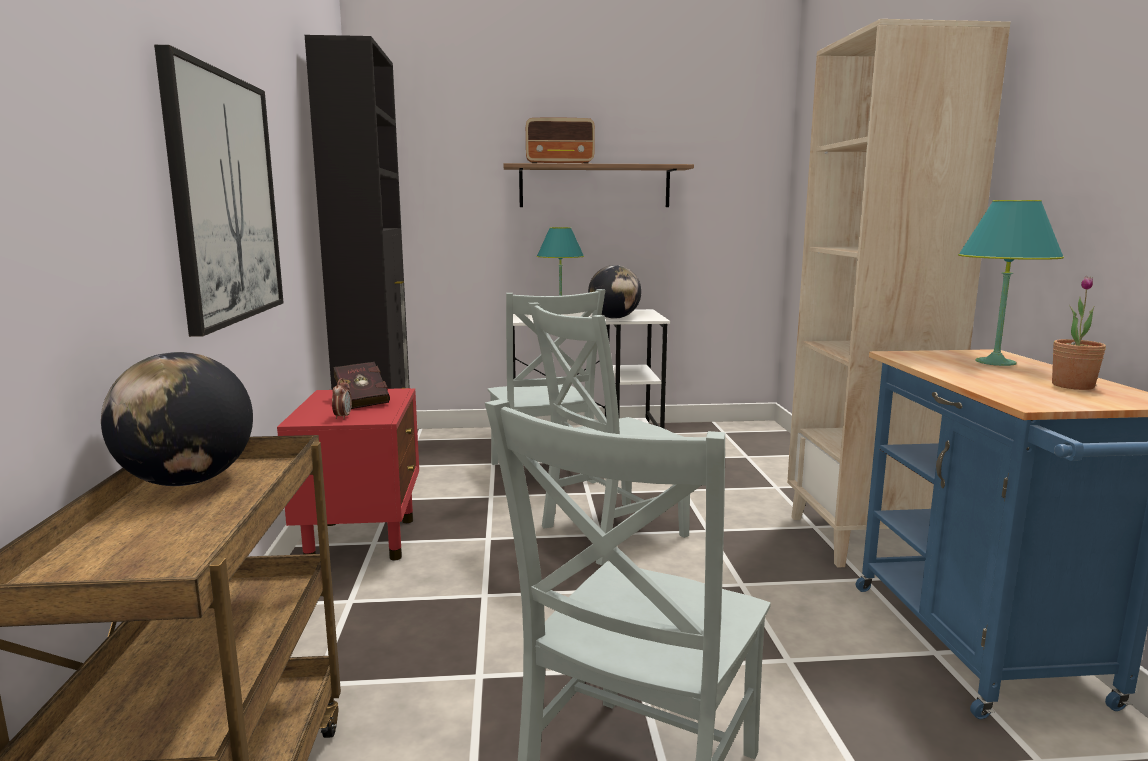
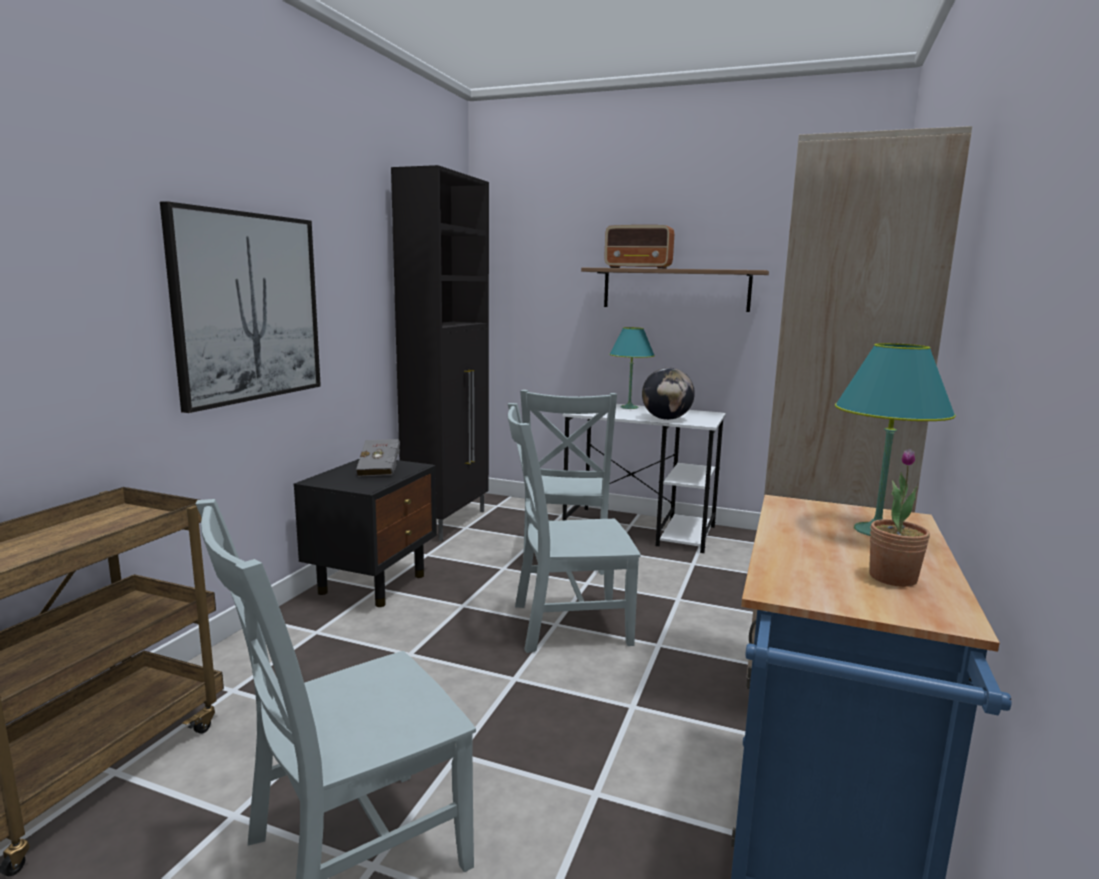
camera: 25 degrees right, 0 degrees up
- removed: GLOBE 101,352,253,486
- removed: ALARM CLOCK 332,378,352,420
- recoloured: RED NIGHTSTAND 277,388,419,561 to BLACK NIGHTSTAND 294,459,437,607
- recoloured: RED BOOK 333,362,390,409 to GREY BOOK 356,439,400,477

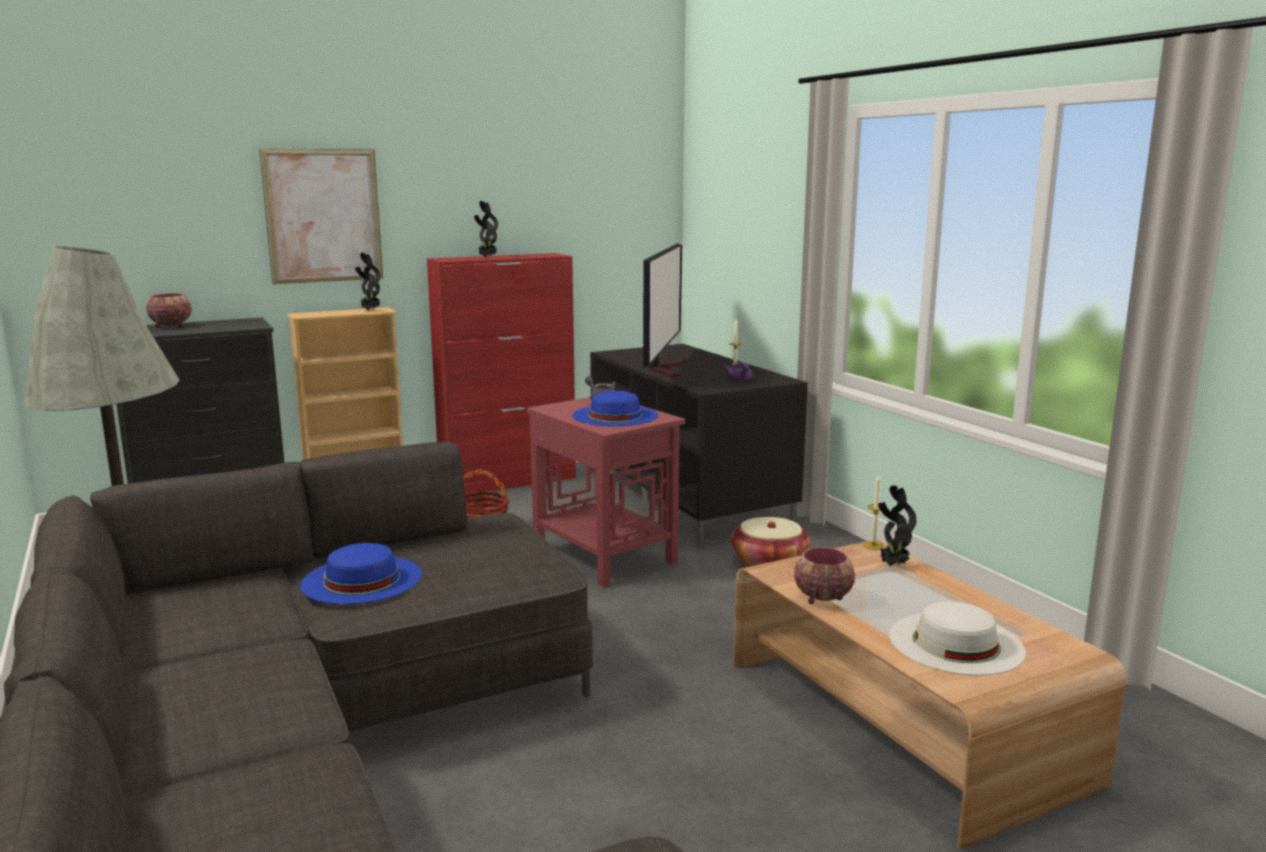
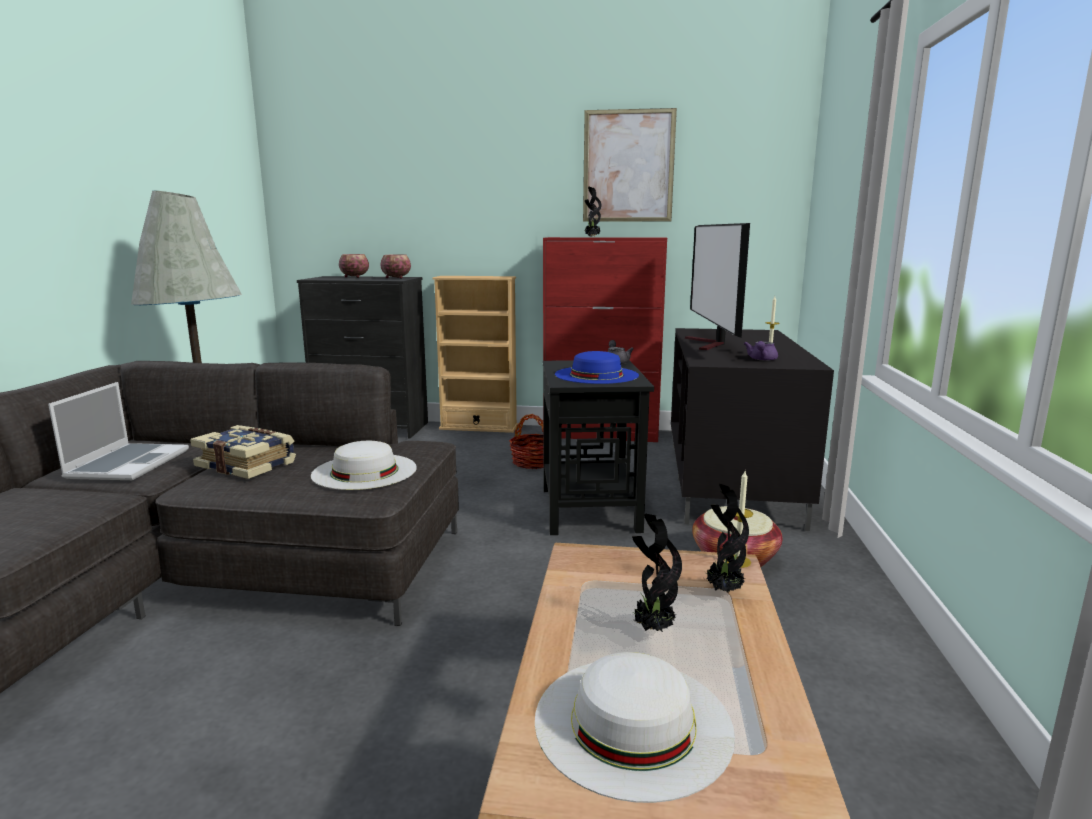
camera: 35 degrees right, 0 degrees up
- added: LAPTOP 48,382,189,480
- added: WHITE HAT 311,441,417,490
- moved: PICTURE 259,148,383,284 to 583,108,677,222
- moved: POTTED PLANT 355,253,381,310 to 632,513,682,632
- moved: BOWL 794,547,855,604 to 380,254,411,279
- replaced: BLUE HAT 300,543,422,604 to BOOK 190,425,296,479
- recoloured: RED SIDE TABLE 527,397,685,587 to BLACK SIDE TABLE 543,360,654,535
- turned: TELEVISION 643,243,688,377 = 685,223,750,350 135 degrees clockwise

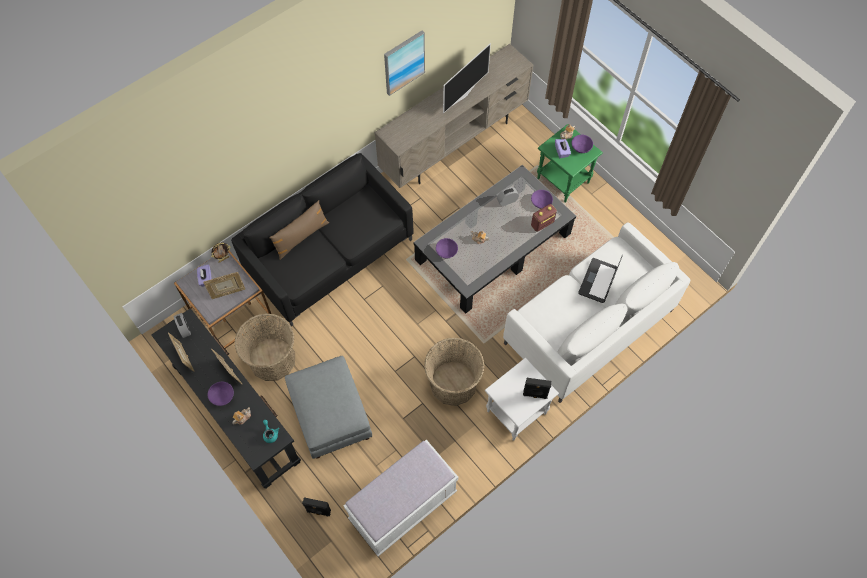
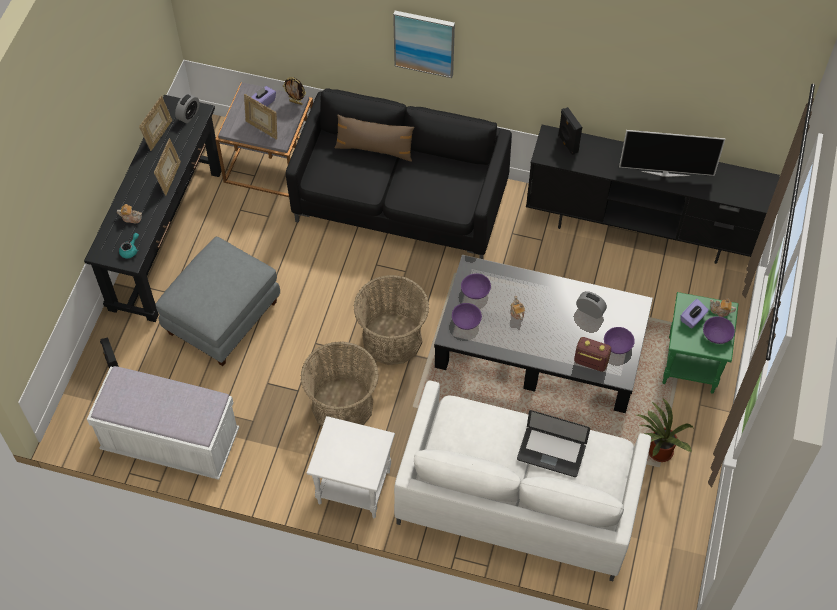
camera: 55 degrees right, 5 degrees down
- added: POTTED PLANT 637,398,694,462
- moved: PURPLE BOWL 207,382,234,406 to 452,303,482,330
- moved: BASKET 235,314,295,381 to 353,275,429,365
- moved: PICTURE 384,31,425,96 to 393,11,455,78
- moved: BLACK SPEAKER 523,378,551,399 to 558,107,582,155
- recoloured: BEIGE TV STAND 375,44,533,188 to BLACK TV STAND 526,125,780,264
- turned: LAPTOP 578,254,623,303 = 517,410,590,477 150 degrees counterclockwise

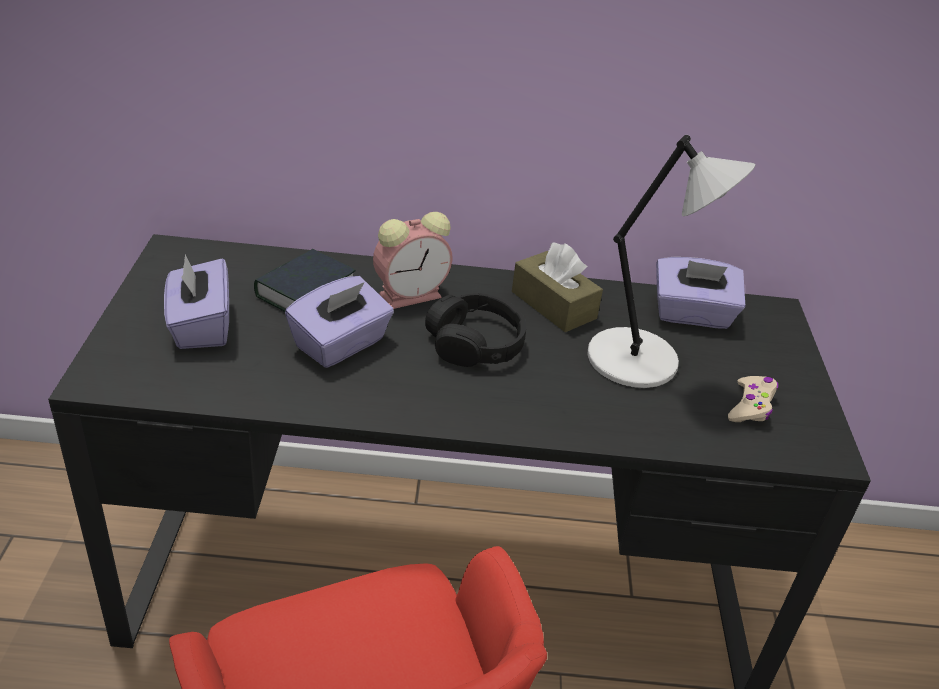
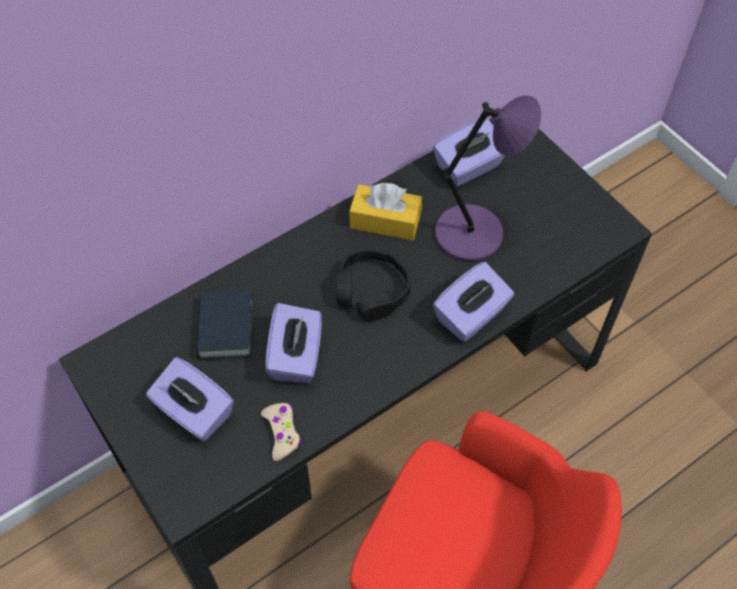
camera: 35 degrees left, 20 degrees up
- removed: ALARM CLOCK 373,212,452,309
- added: PURPLE TISSUE BOX 433,262,514,342
- moved: BEIGE GAME CONTROLLER 728,376,778,422 to 261,403,301,461
- recoloured: BROWN TISSUE BOX 512,243,603,332 to YELLOW TISSUE BOX 349,183,422,240
- recoloured: GREY TABLE LAMP 587,135,756,388 to PURPLE TABLE LAMP 435,95,541,261

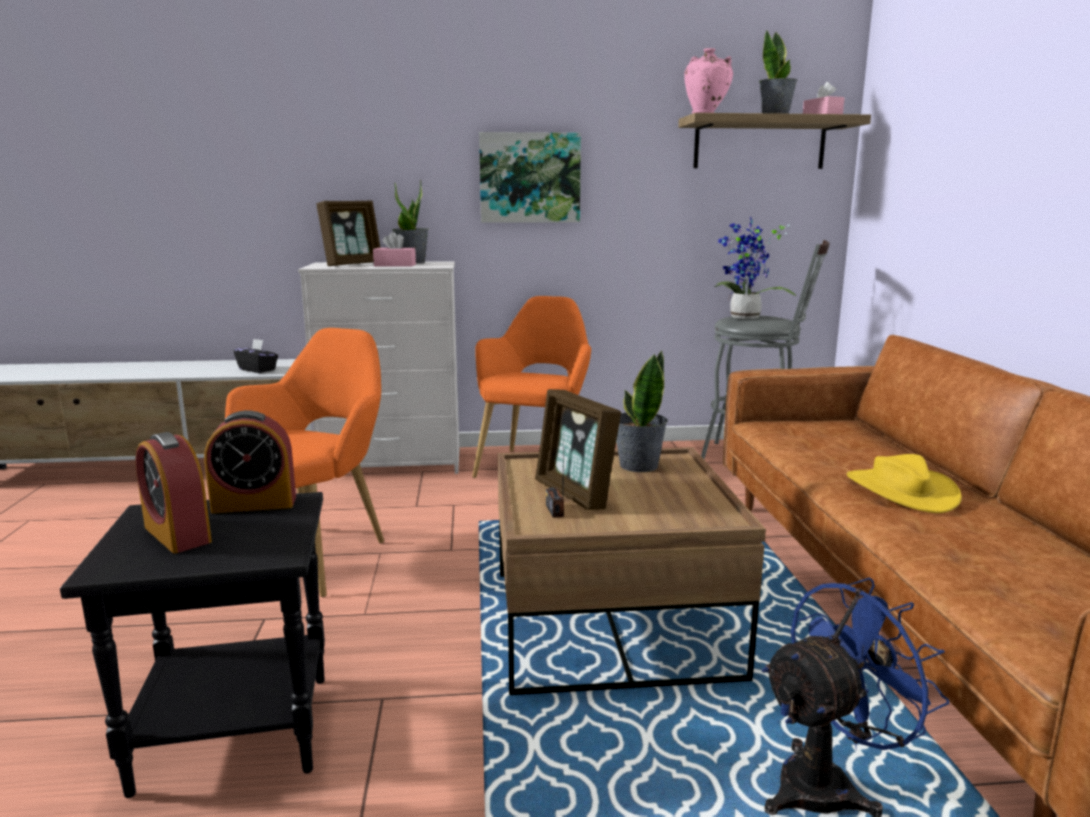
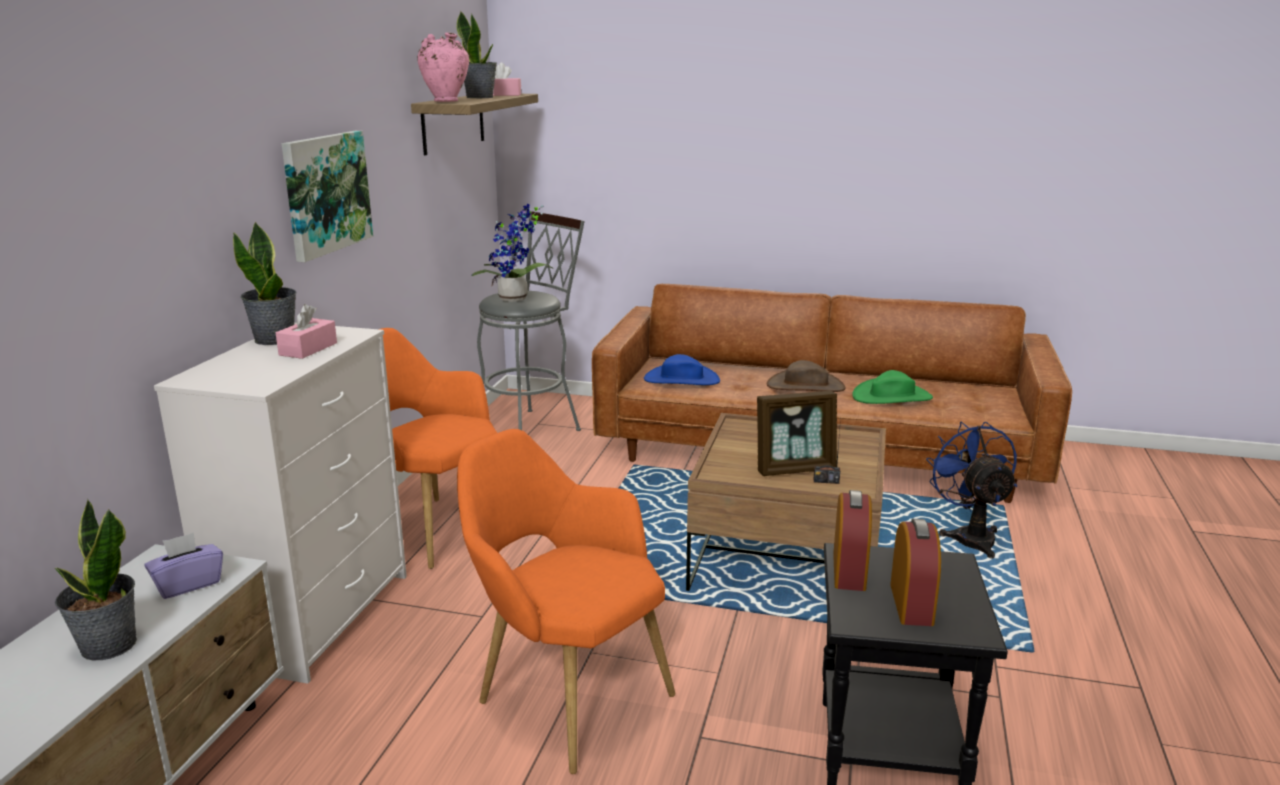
camera: 70 degrees left, 5 degrees up
- removed: PICTURE FRAME 316,201,380,266
- added: BLUE HAT 644,354,720,385
- added: GREEN HAT 852,370,933,404
- moved: POTTED PLANT 616,351,668,472 to 55,499,137,660
- recoloured: BLACK TISSUE BOX 234,339,278,373 to PURPLE TISSUE BOX 144,532,223,599
- recoloured: YELLOW HAT 847,454,962,513 to BROWN HAT 767,360,846,392
- turned: ALARM CLOCK 136,432,212,553 = 890,519,941,626 60 degrees counterclockwise

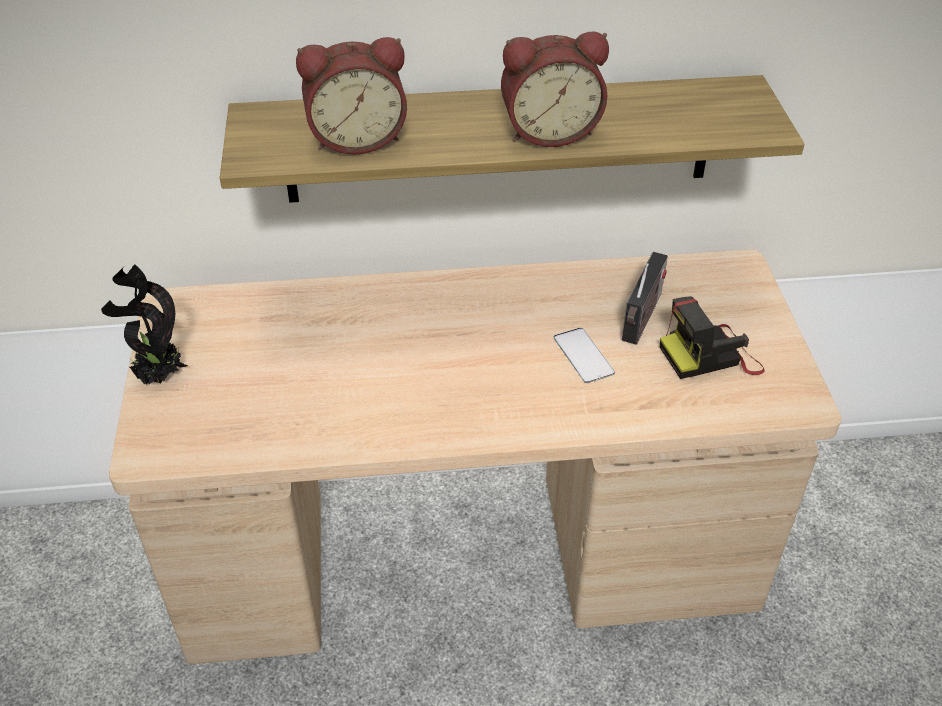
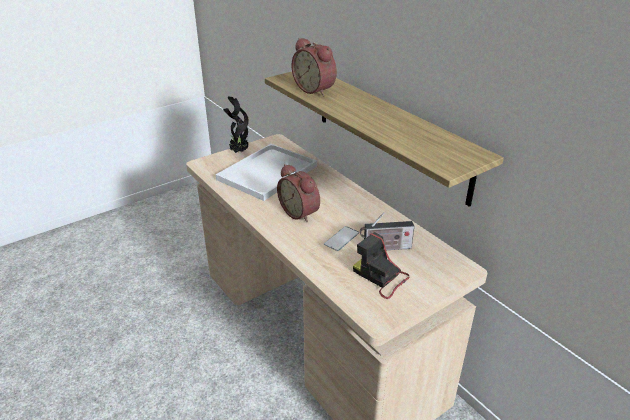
camera: 60 degrees right, 10 degrees down
- added: WHITE TRAY 216,144,317,201
- moved: ALARM CLOCK 501,31,609,147 to 277,164,320,223

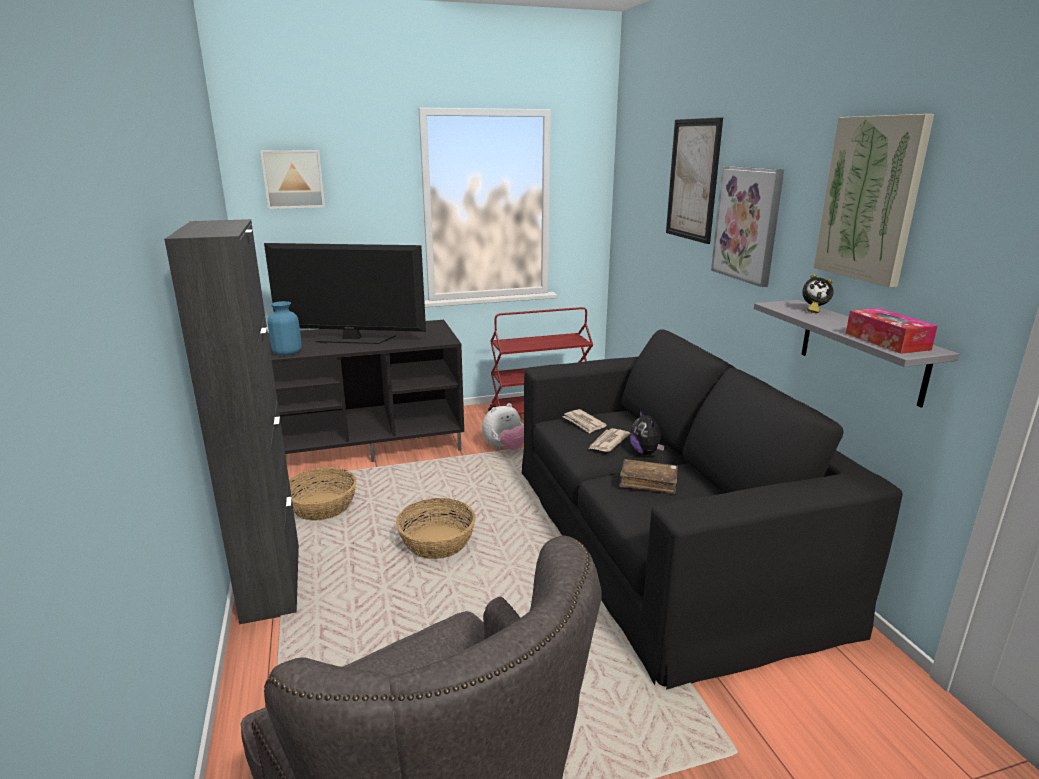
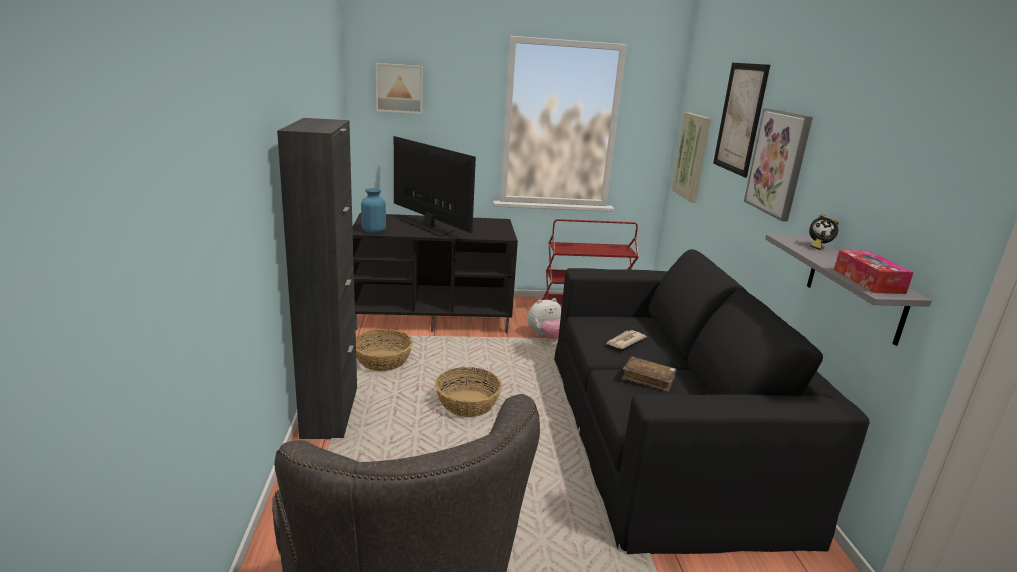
camera: 10 degrees right, 0 degrees up
- removed: NEWSPAPER 562,409,607,433
- removed: PLUSH TOY 630,410,664,455
- moved: PICTURE 814,114,934,288 to 672,112,711,203
- turned: TELEVISION 264,243,426,344 = 394,136,476,237 150 degrees counterclockwise

